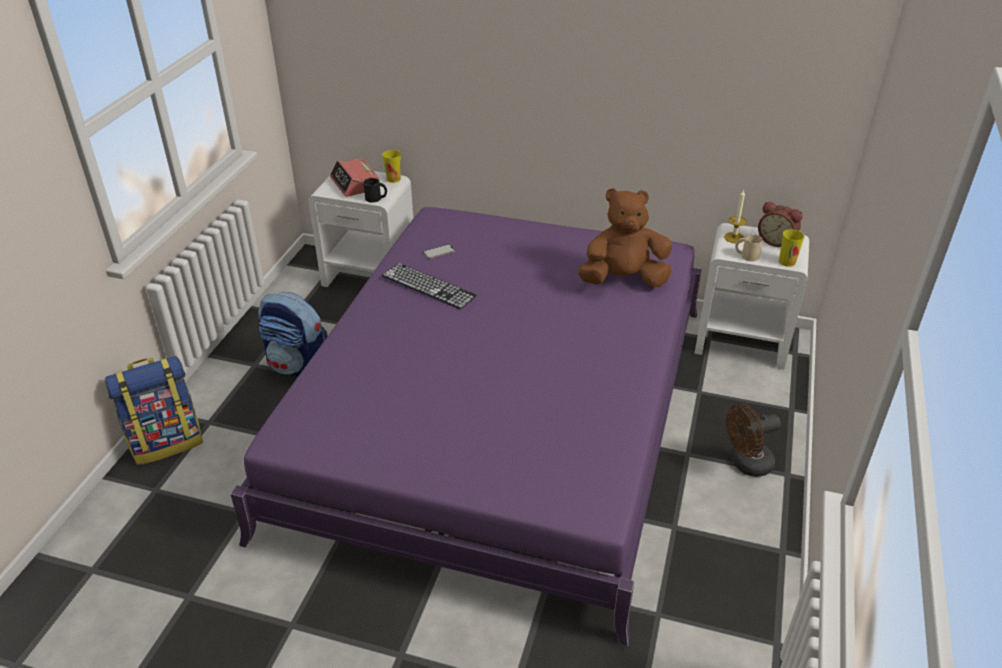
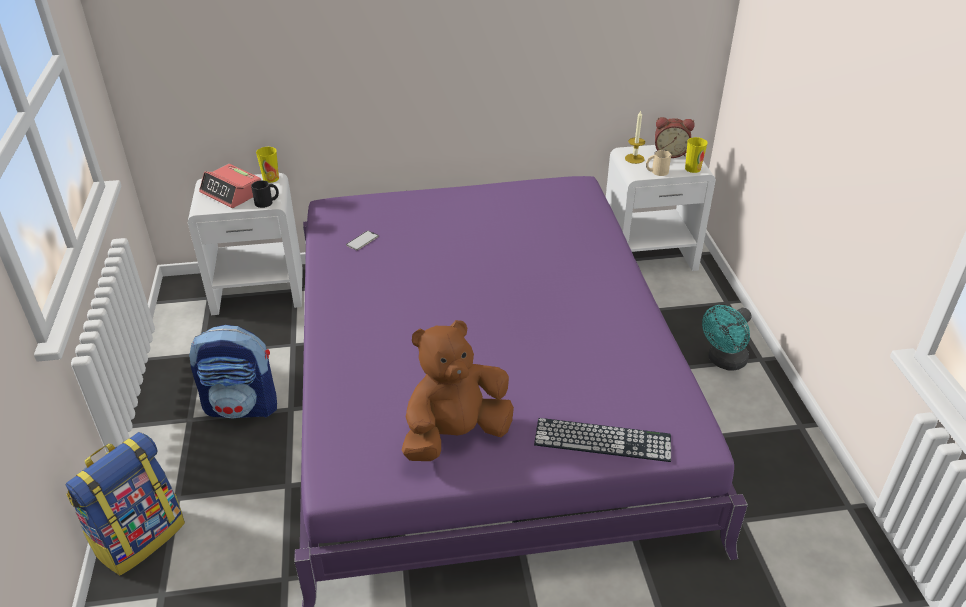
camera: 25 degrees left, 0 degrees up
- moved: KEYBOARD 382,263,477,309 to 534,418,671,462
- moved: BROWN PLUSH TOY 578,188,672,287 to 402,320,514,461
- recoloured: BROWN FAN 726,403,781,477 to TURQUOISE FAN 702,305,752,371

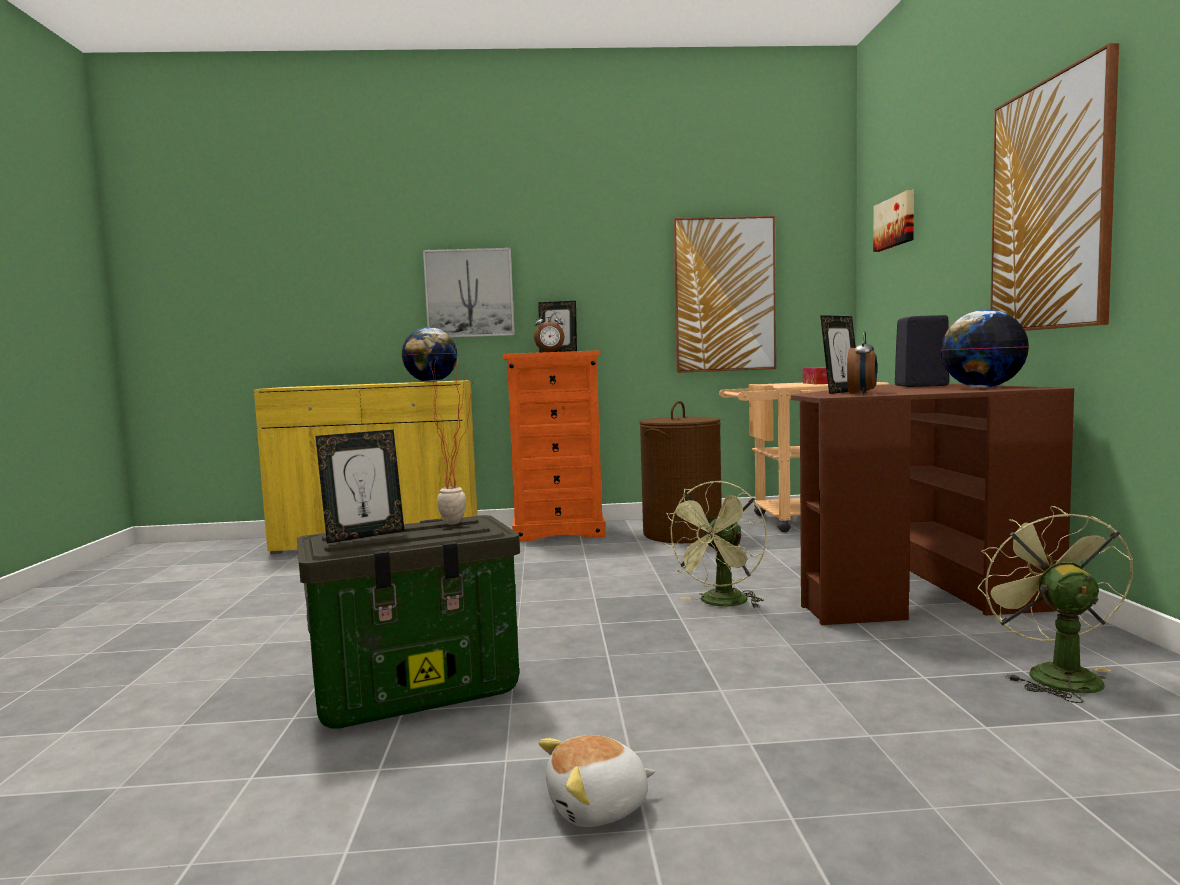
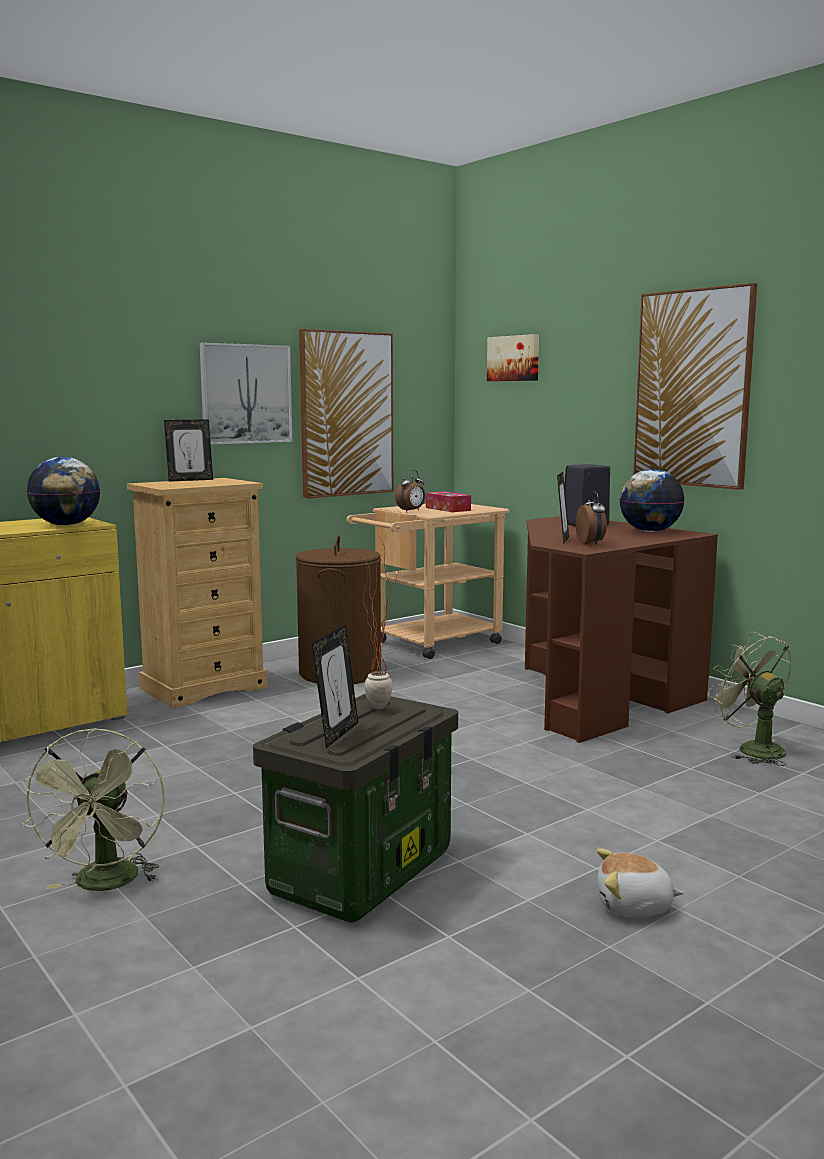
camera: 35 degrees left, 5 degrees up
- moved: PICTURE 423,248,515,337 to 200,343,292,445
- moved: ALARM CLOCK 534,310,564,352 to 395,470,425,512
- moved: GREEN FAN 664,481,767,608 to 21,728,165,891
- recoloured: ORANGE DRESSER 503,350,606,541 to BEIGE DRESSER 127,478,267,708
- turned: PLUSH TOY 539,735,655,827 = 597,849,684,917 60 degrees clockwise

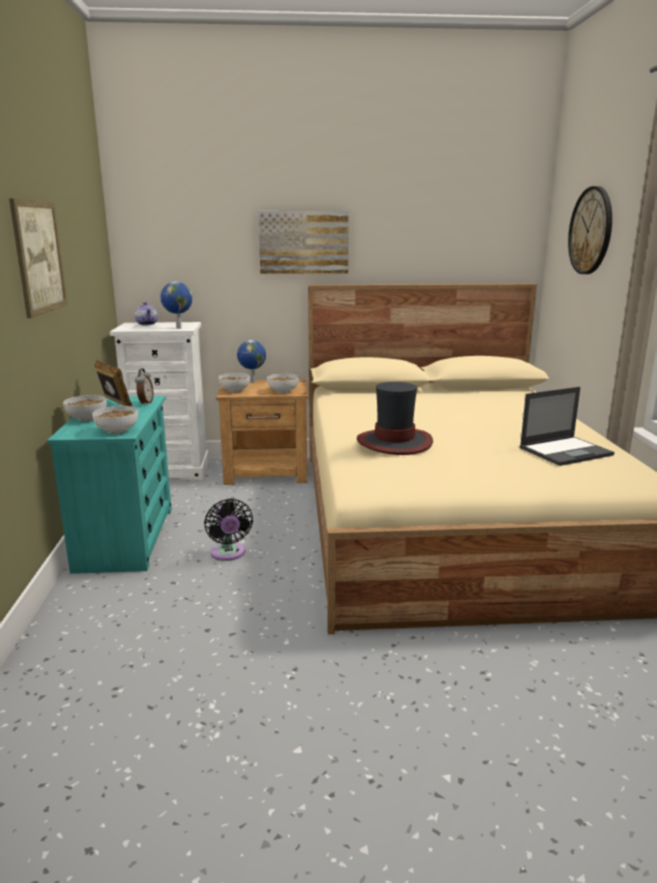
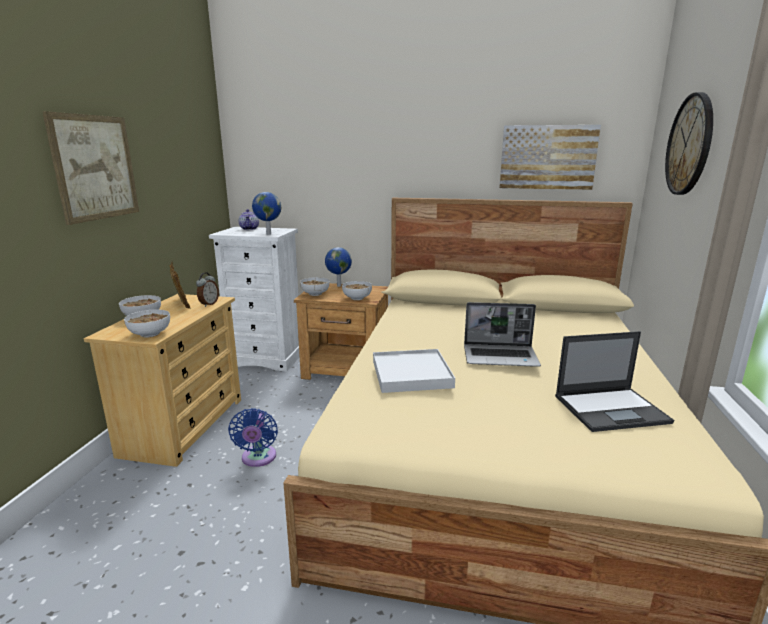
camera: 15 degrees right, 0 degrees up
- added: LAPTOP 464,302,541,367
- moved: PICTURE 258,211,349,274 to 499,125,601,190
- replaced: HAT 357,382,433,455 to WHITE TRAY 373,349,455,393
- recoloured: TURQUOISE DRESSER 47,396,172,574 to BEIGE DRESSER 84,294,241,467
- recoloured: BLACK FAN 204,499,253,561 to BLUE FAN 228,408,278,467

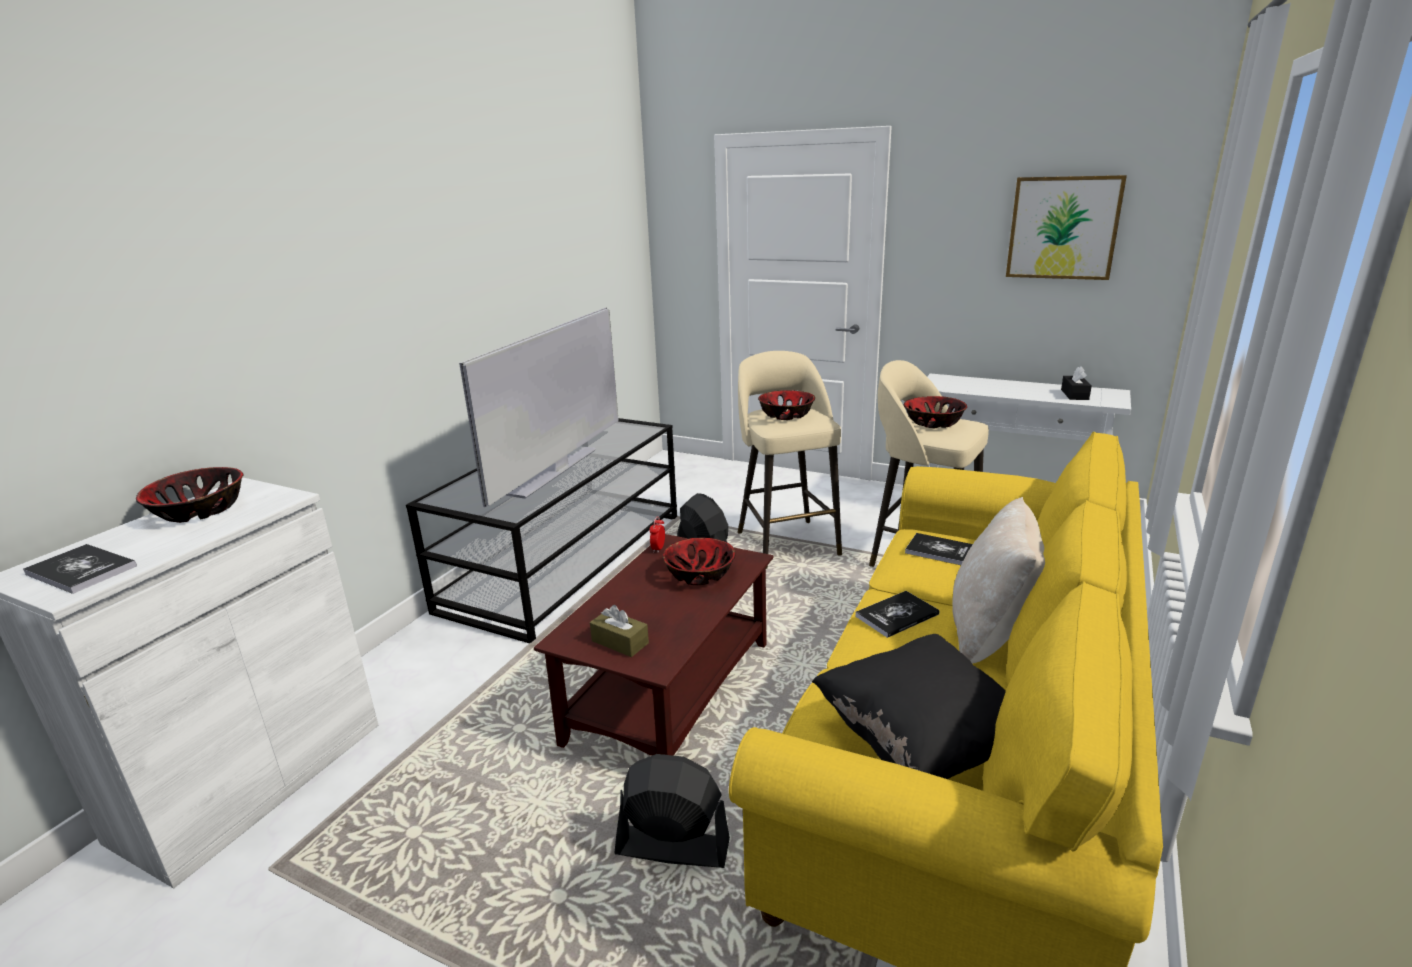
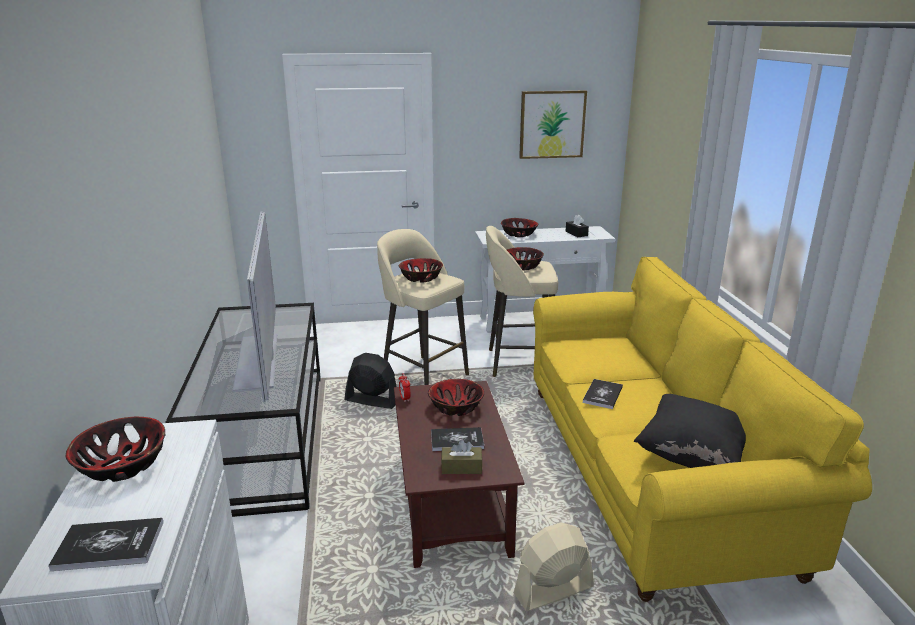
camera: 35 degrees left, 0 degrees up
- removed: BEIGE PILLOW 952,497,1045,664
- added: BOWL 501,218,538,237
- moved: BOOK 905,533,973,565 to 431,427,484,451
- recoloured: BLACK FAN 614,754,730,868 to BEIGE FAN 514,522,594,611

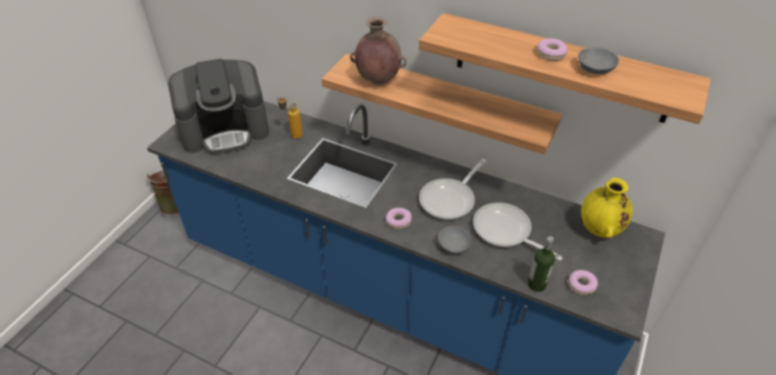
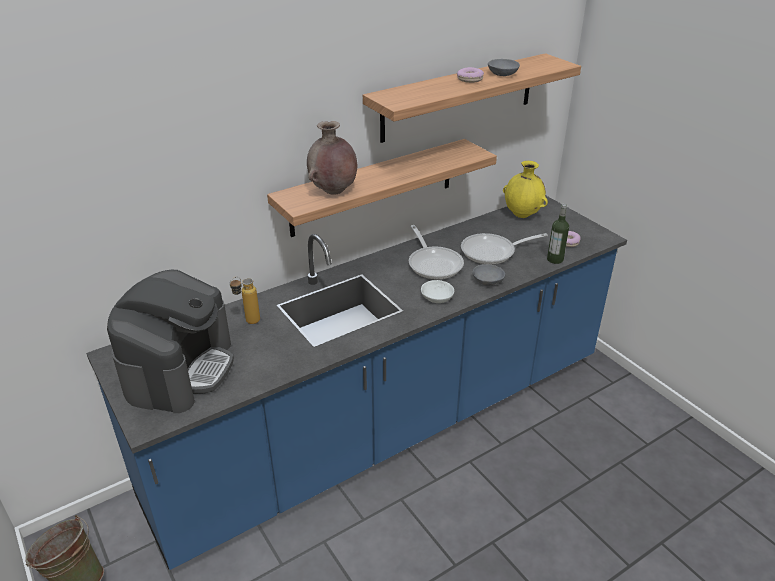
camera: 60 degrees left, 10 degrees down
- replaced: DONUT 386,208,412,229 to WHITE BOWL 421,280,454,303

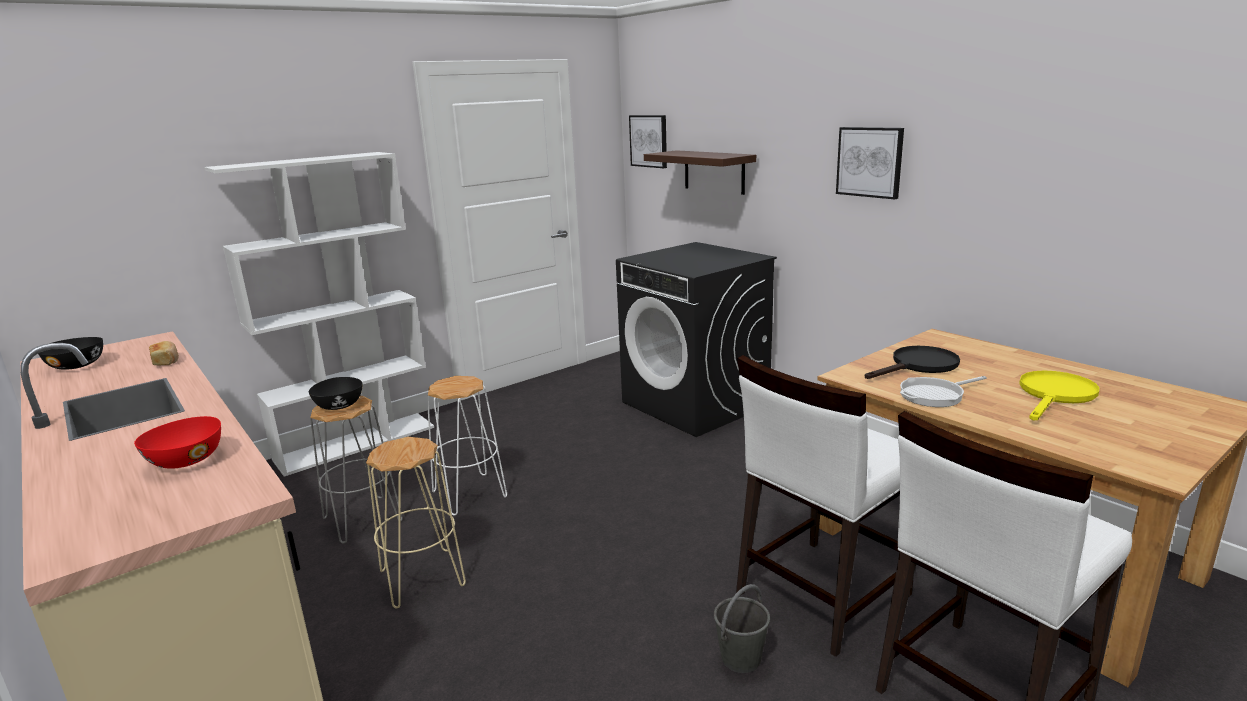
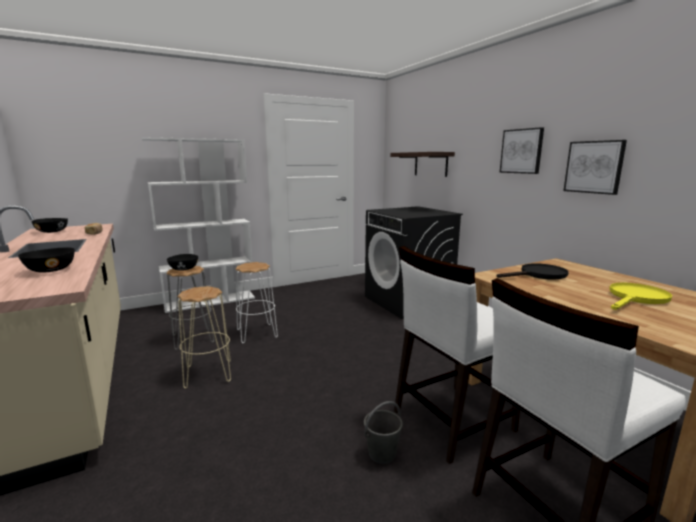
camera: 10 degrees right, 5 degrees down
- removed: FRYING PAN 900,376,987,407
- moved: PICTURE 629,115,667,168 to 563,140,627,195
- recoloured: RED BOWL 134,416,221,469 to BLACK BOWL 18,247,75,273

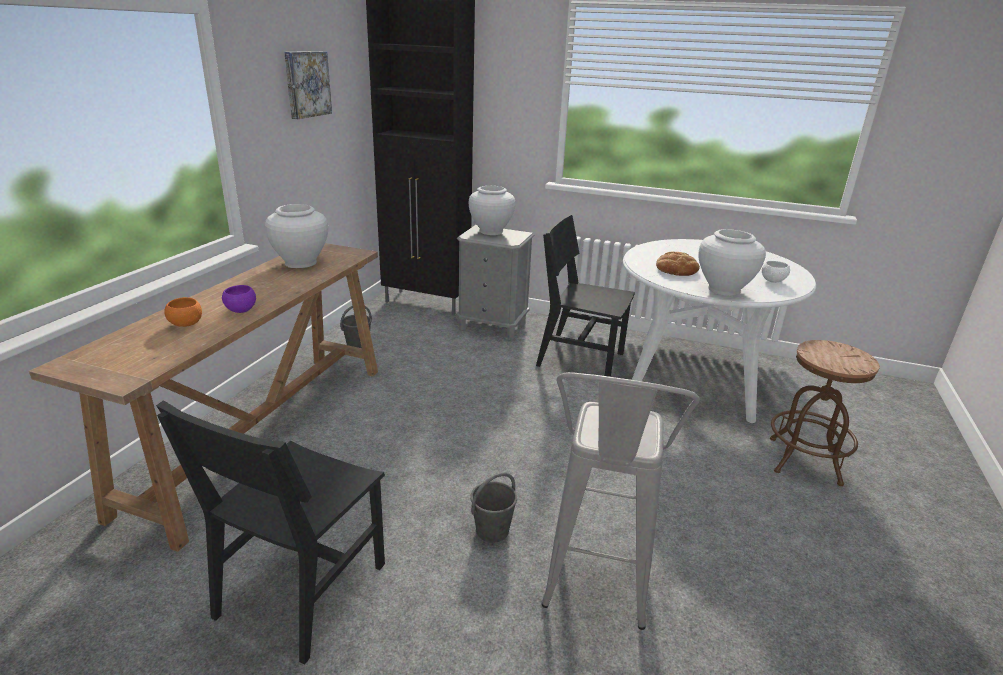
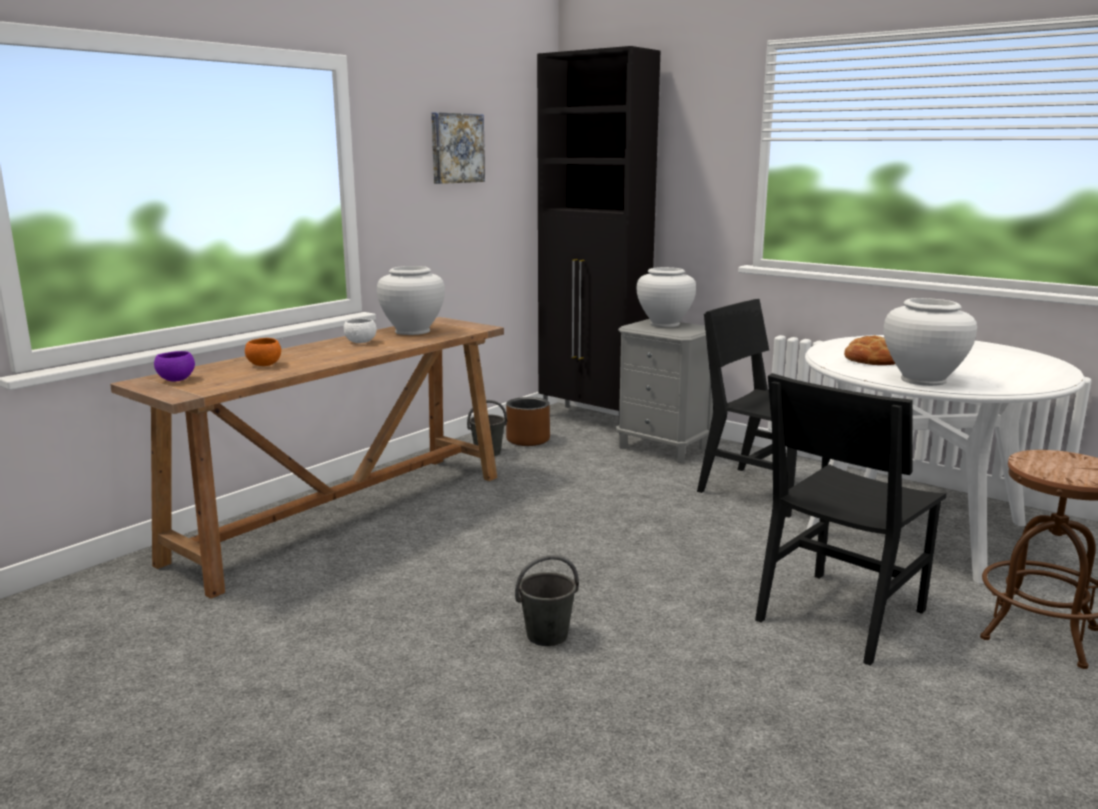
camera: 20 degrees right, 10 degrees down
- removed: GREY STOOL 542,372,700,630
- added: BROWN PLANTER 506,397,550,446
- moved: BLACK CHAIR 156,400,385,664 to 755,373,946,666
- moved: PURPLE BOWL 222,285,256,313 to 154,351,195,382
- moved: WHITE BOWL 762,261,790,283 to 343,318,377,343

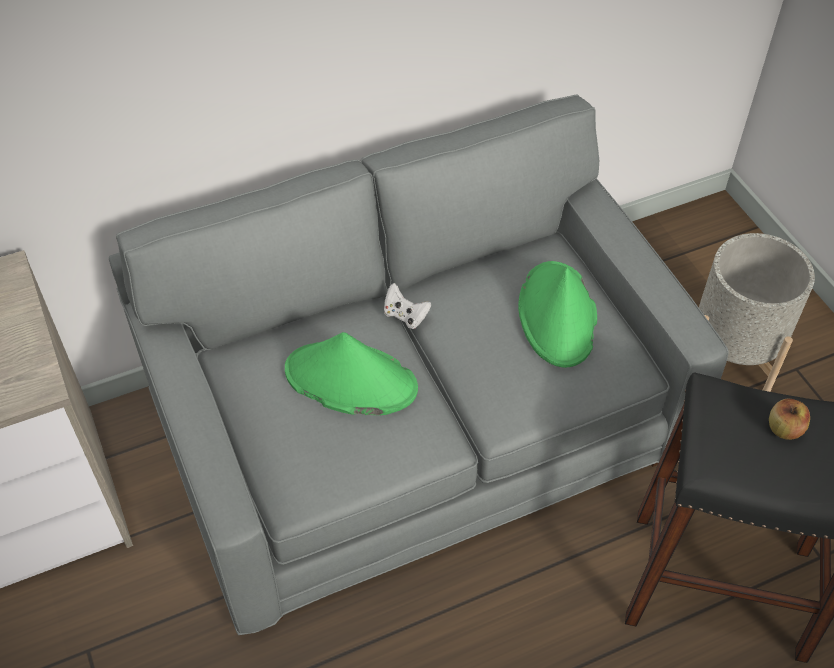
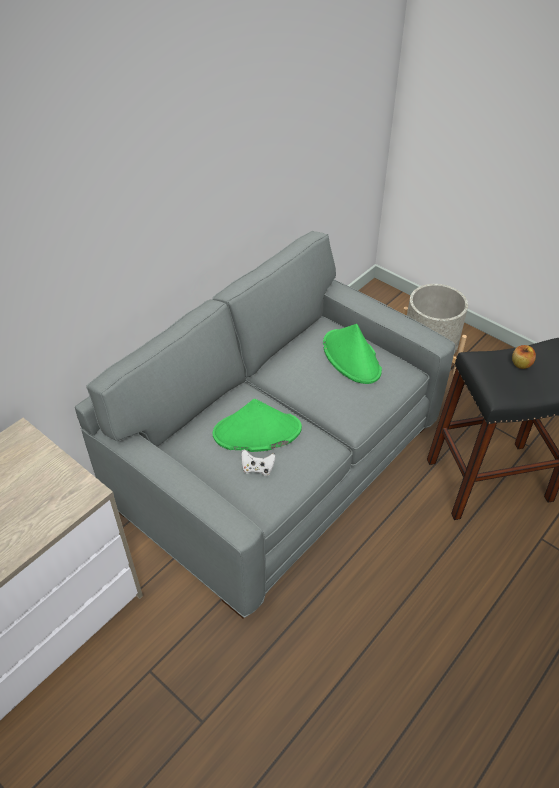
camera: 25 degrees left, 5 degrees down
- moved: WHITE GAME CONTROLLER 384,283,432,329 to 241,449,276,476

